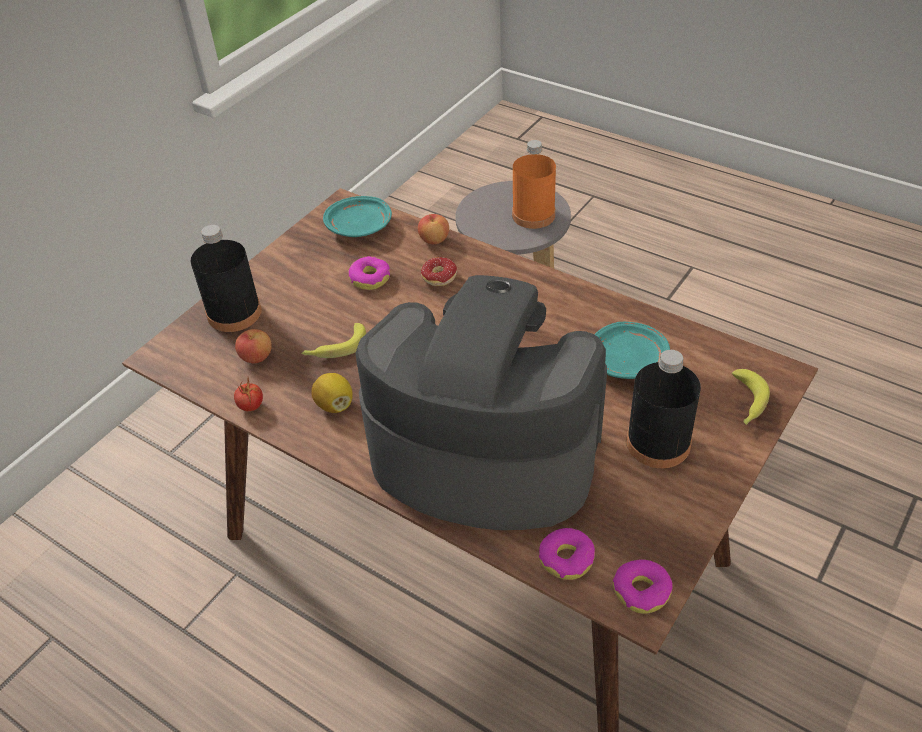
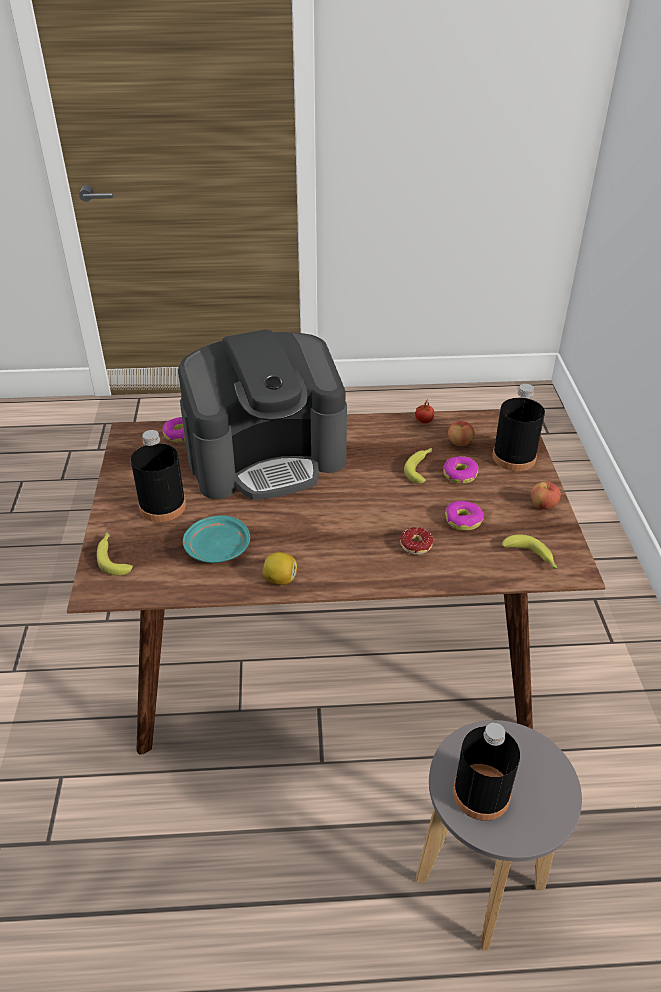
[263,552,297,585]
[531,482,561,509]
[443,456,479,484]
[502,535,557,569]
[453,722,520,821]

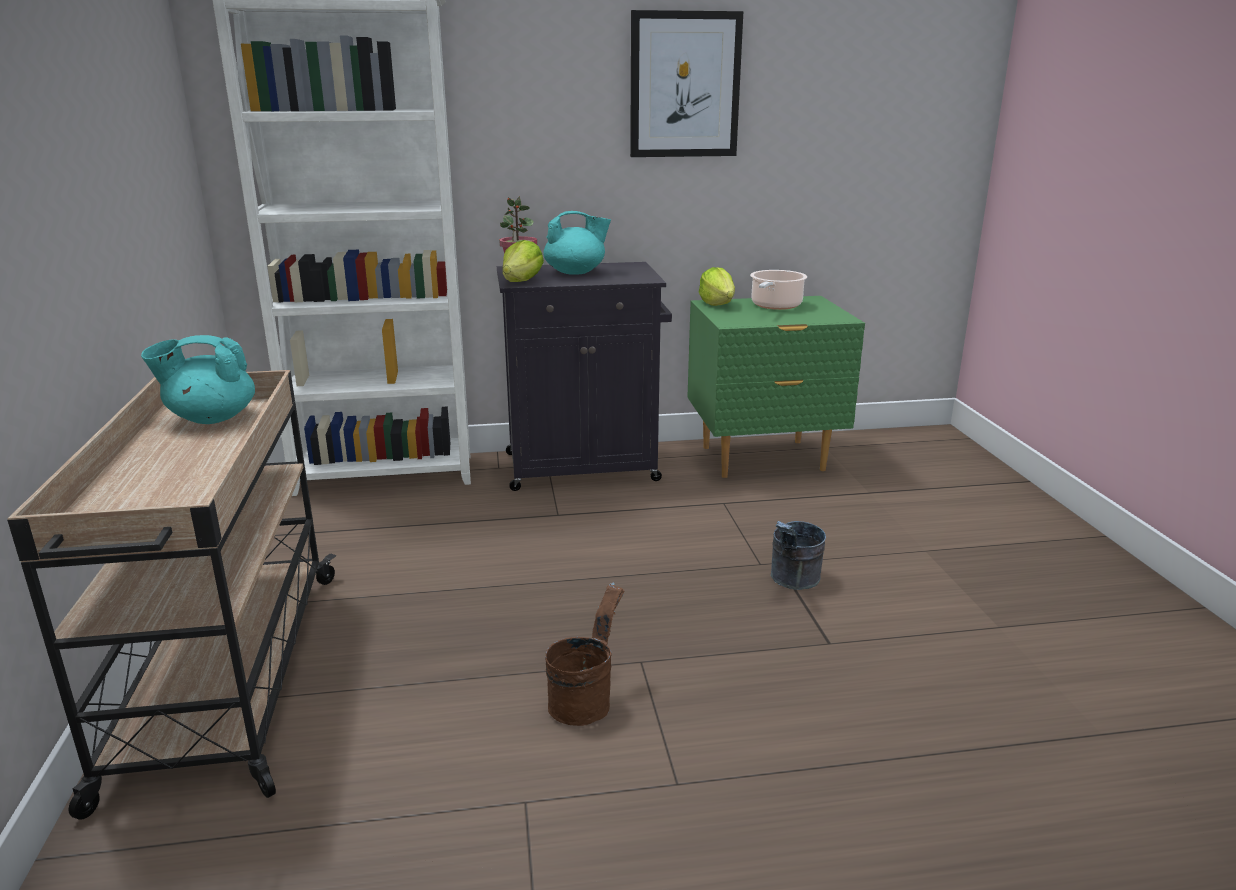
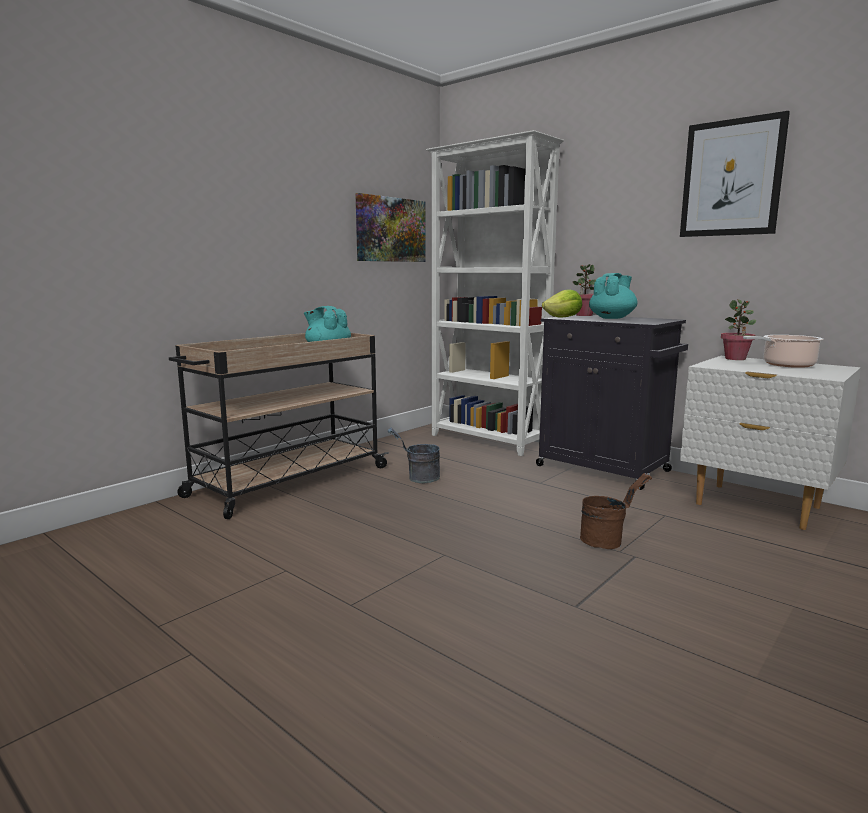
[355,193,426,262]
[580,473,652,549]
[388,428,440,483]
[721,299,756,360]
[680,356,861,530]
[589,273,637,319]

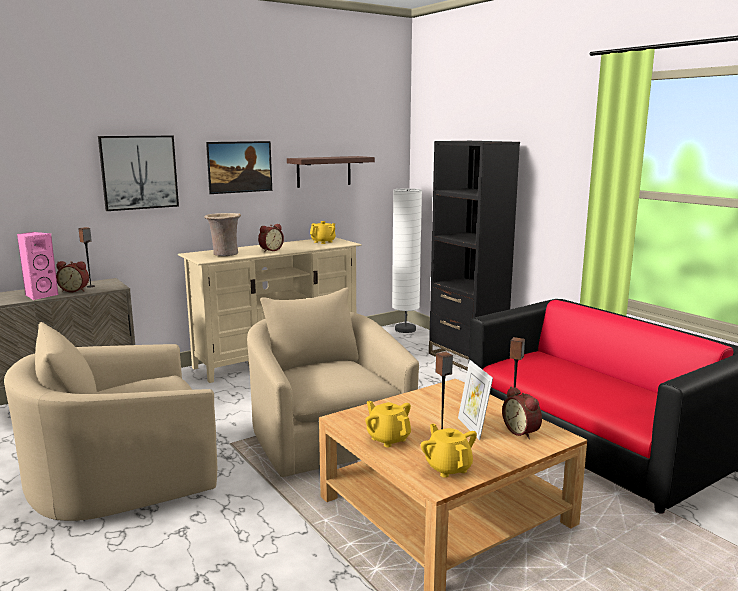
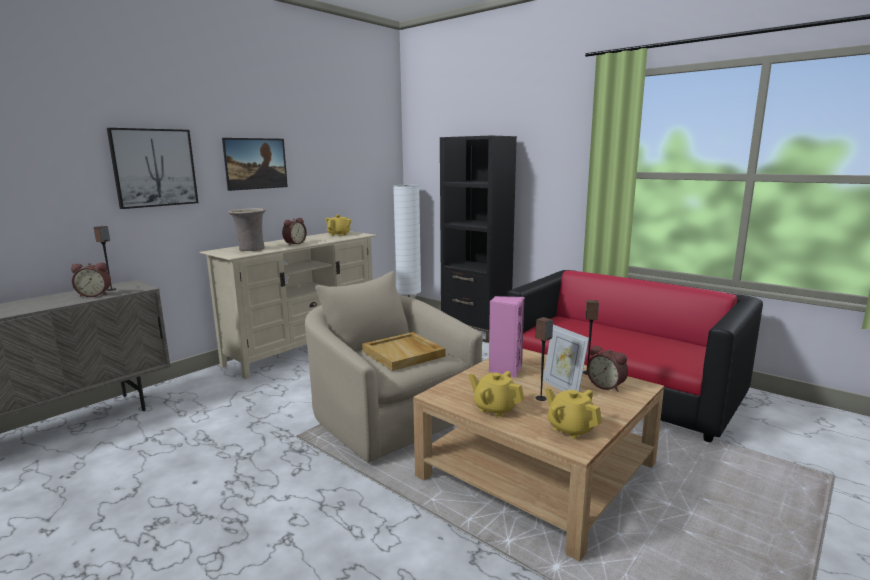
[4,322,217,521] (first image)
[287,156,375,188] (first image)
[362,332,445,371]
[489,296,524,378]

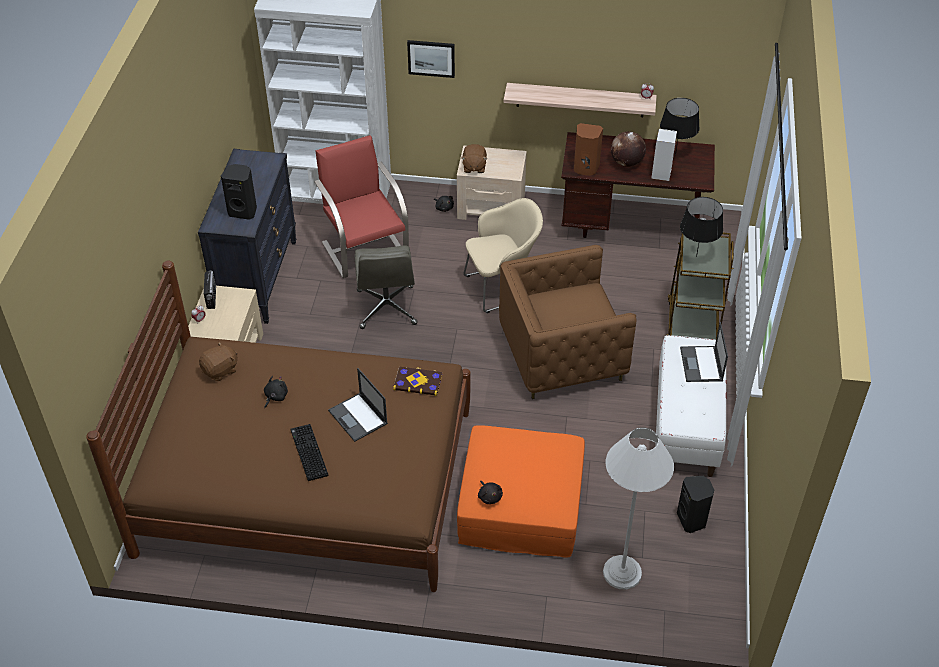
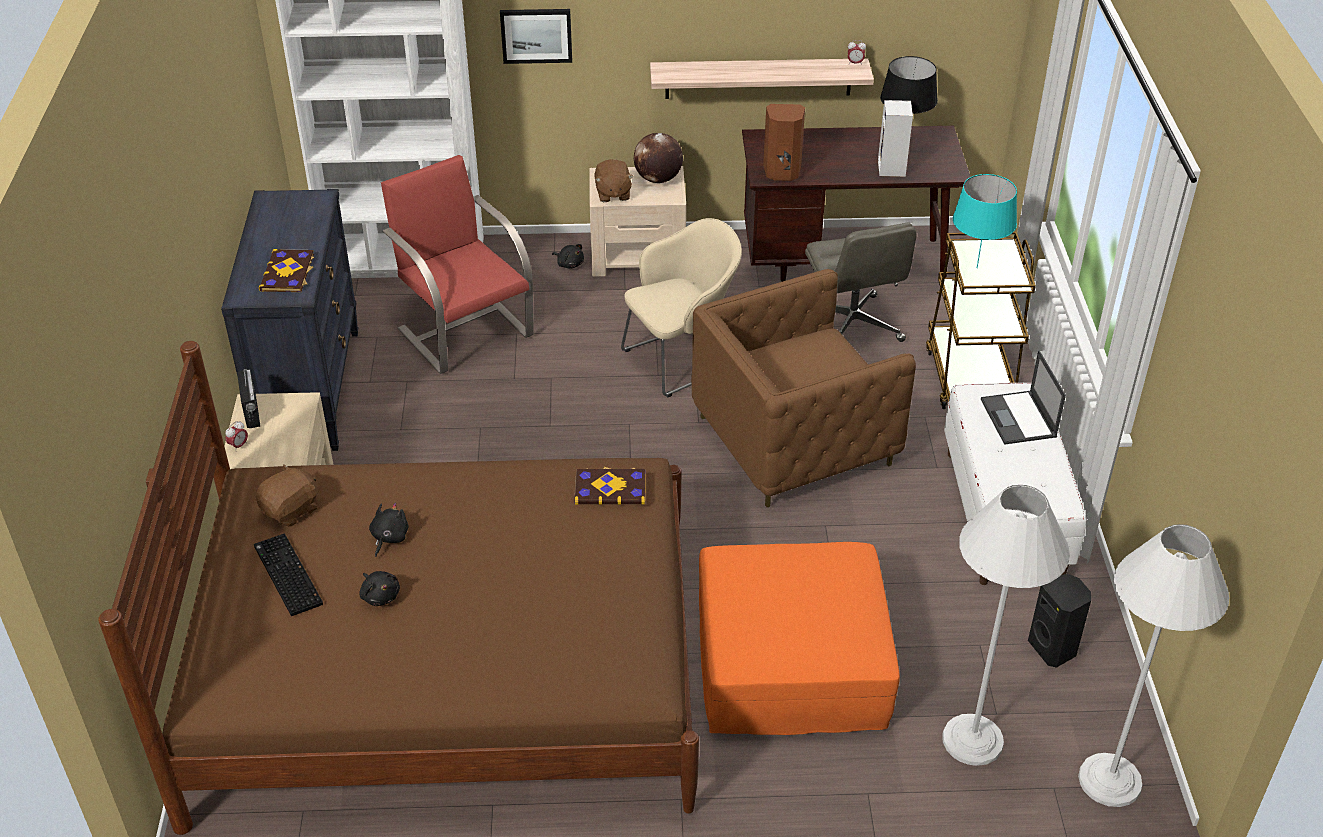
[328,368,388,442] (first image)
[1078,524,1229,807]
[254,534,323,616]
[805,223,917,342]
[359,571,400,606]
[634,133,683,183]
[259,249,314,292]
[953,174,1017,268]

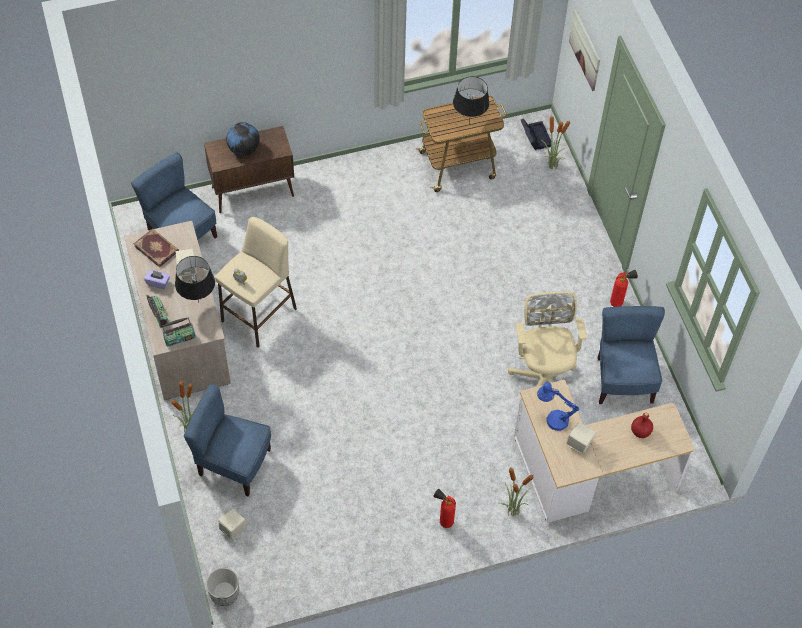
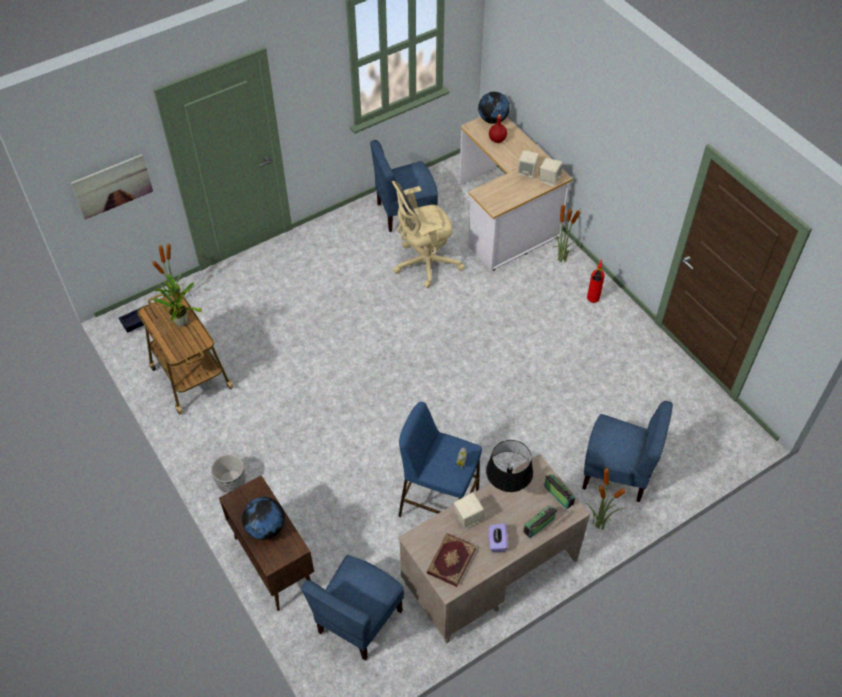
[537,382,580,431] (first image)
[610,270,638,307] (first image)
[478,92,510,124]
[211,454,245,493]
[539,158,562,187]
[153,275,202,327]
[398,402,482,517]
[582,401,673,502]

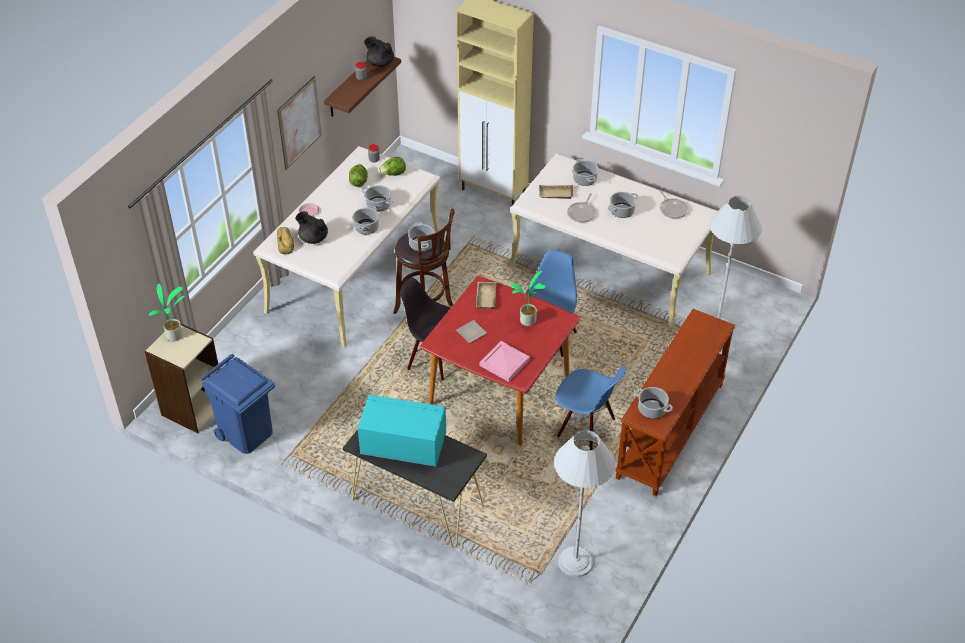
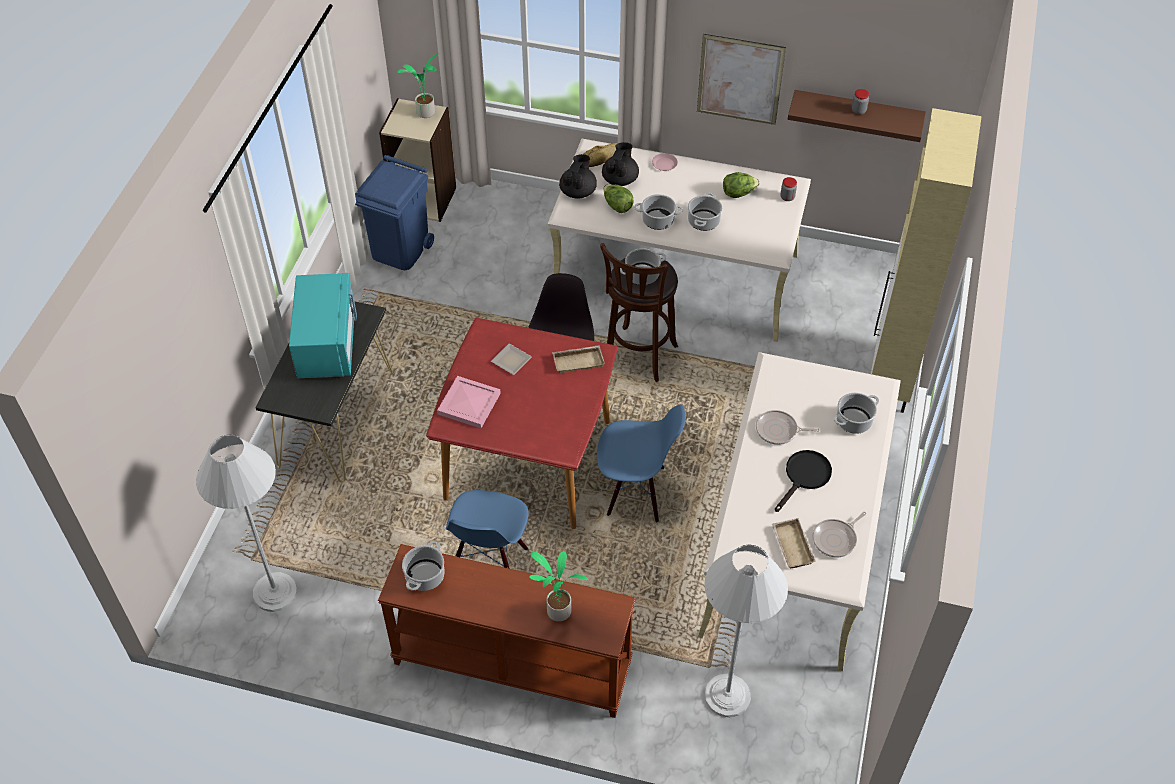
[559,154,597,198]
[604,184,634,213]
[529,551,588,622]
[772,518,816,568]
[775,450,832,512]

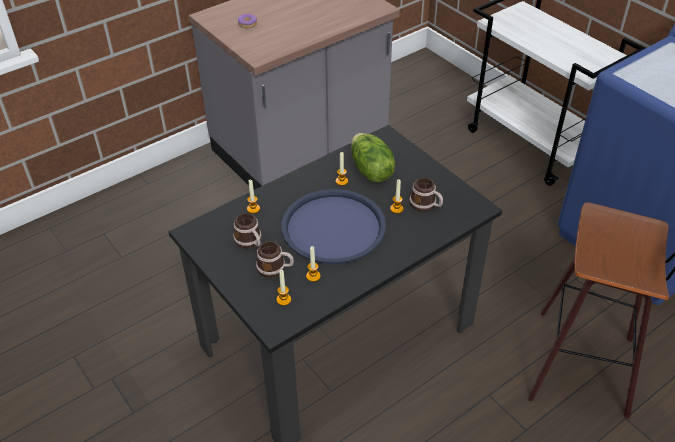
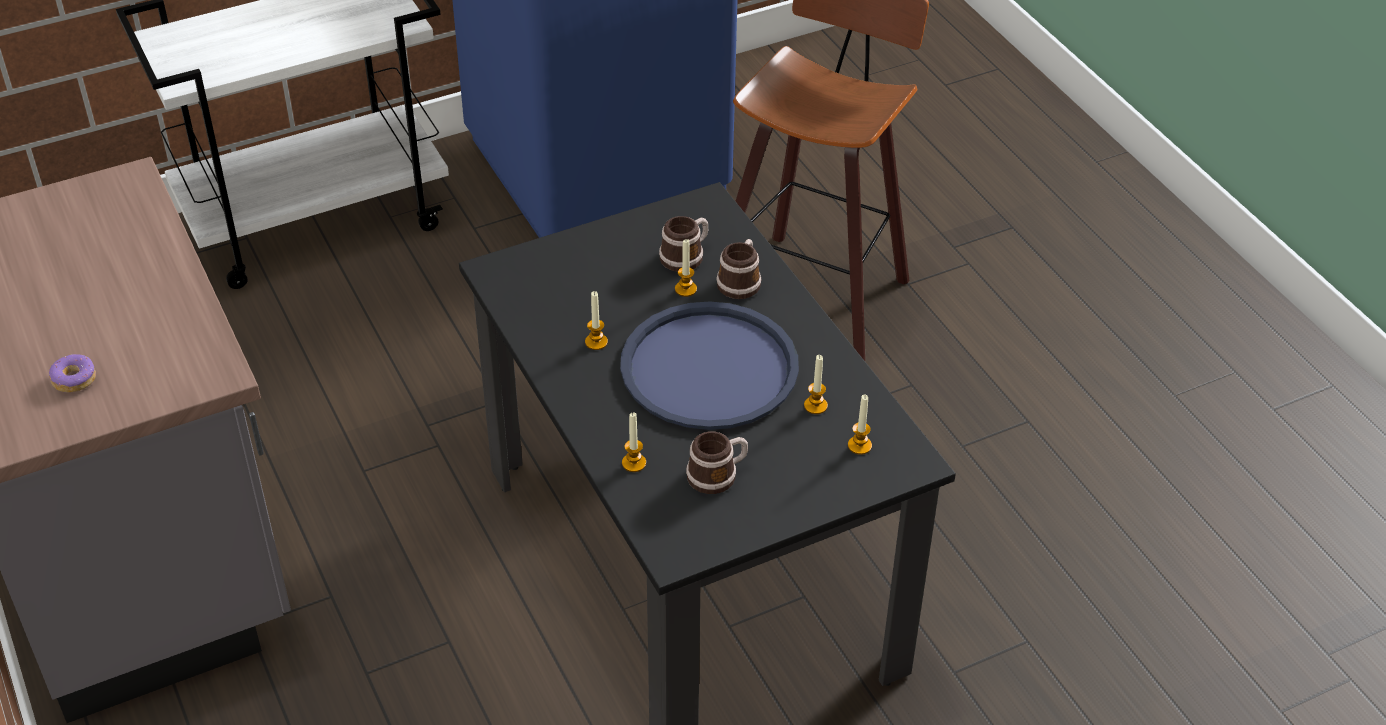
[351,133,395,182] (first image)
[716,239,762,299]

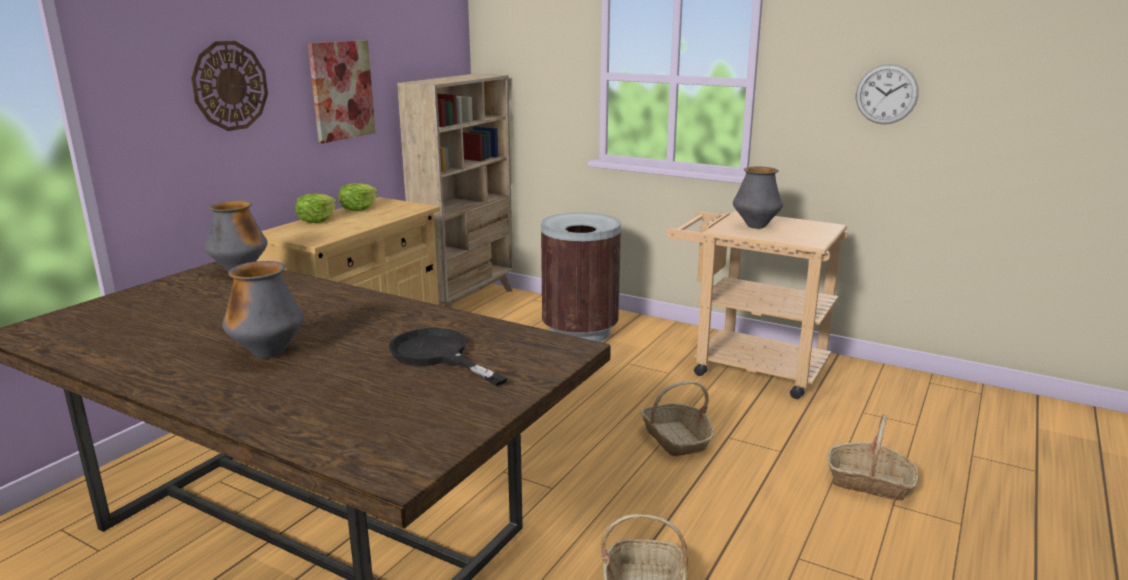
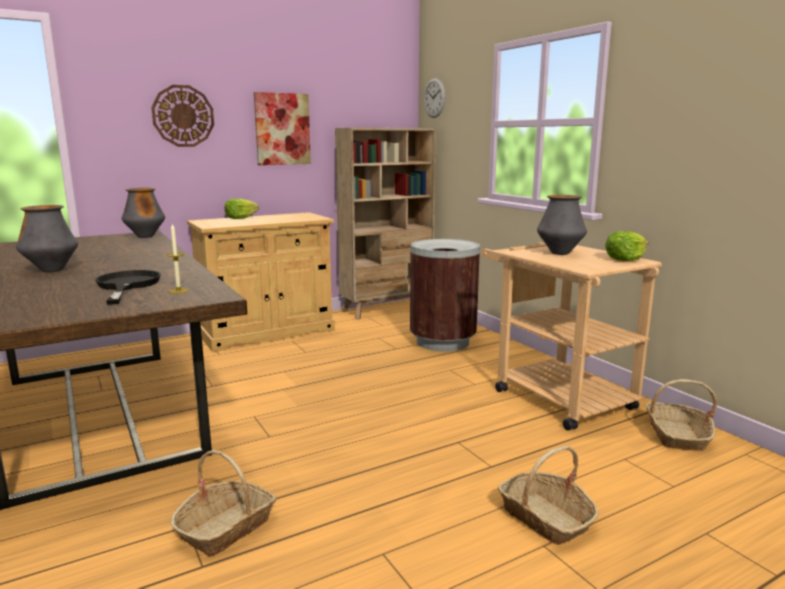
[167,224,188,294]
[605,231,648,261]
[645,379,717,451]
[424,78,445,118]

